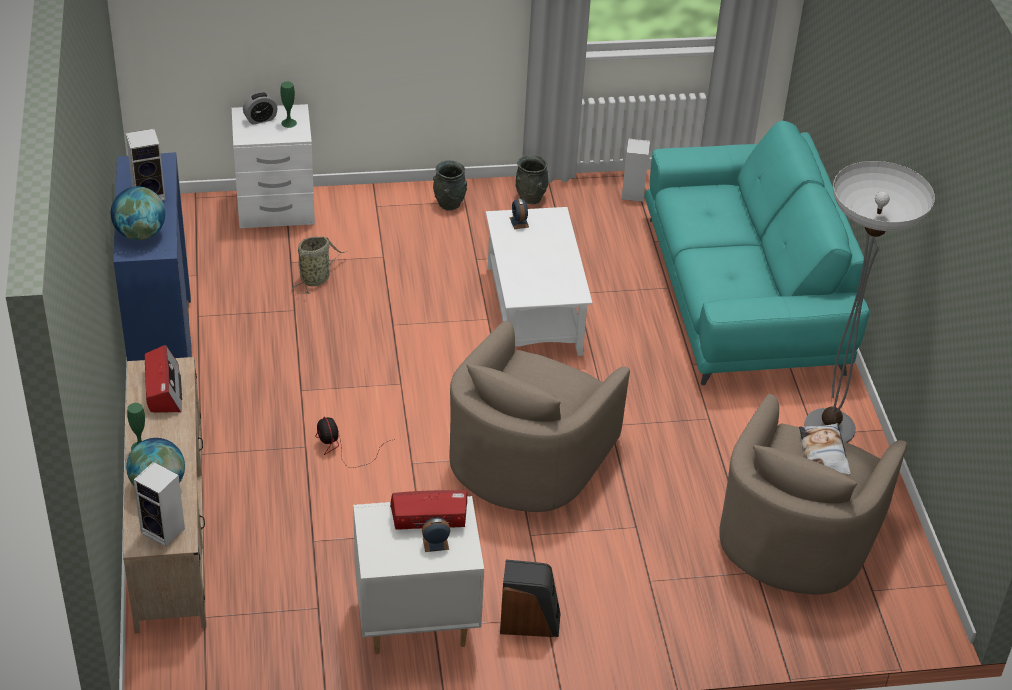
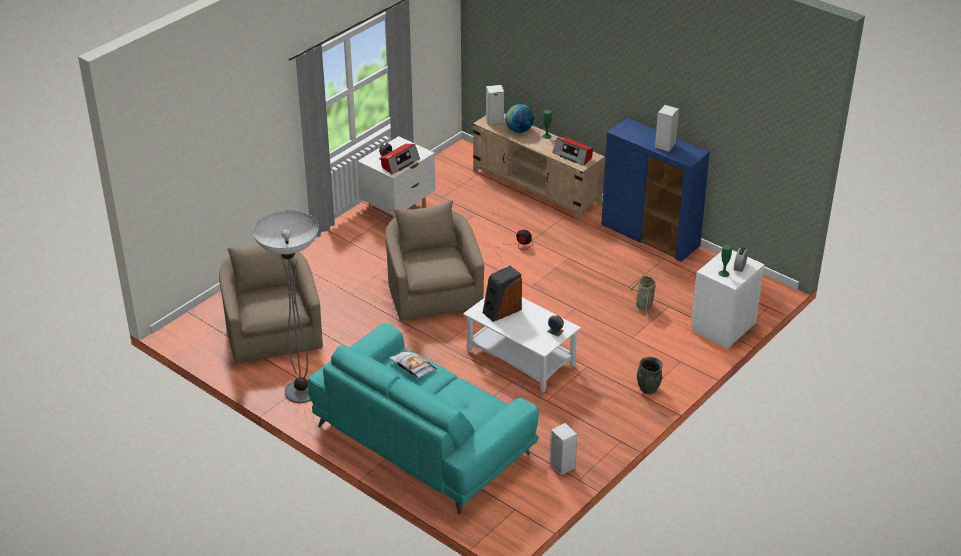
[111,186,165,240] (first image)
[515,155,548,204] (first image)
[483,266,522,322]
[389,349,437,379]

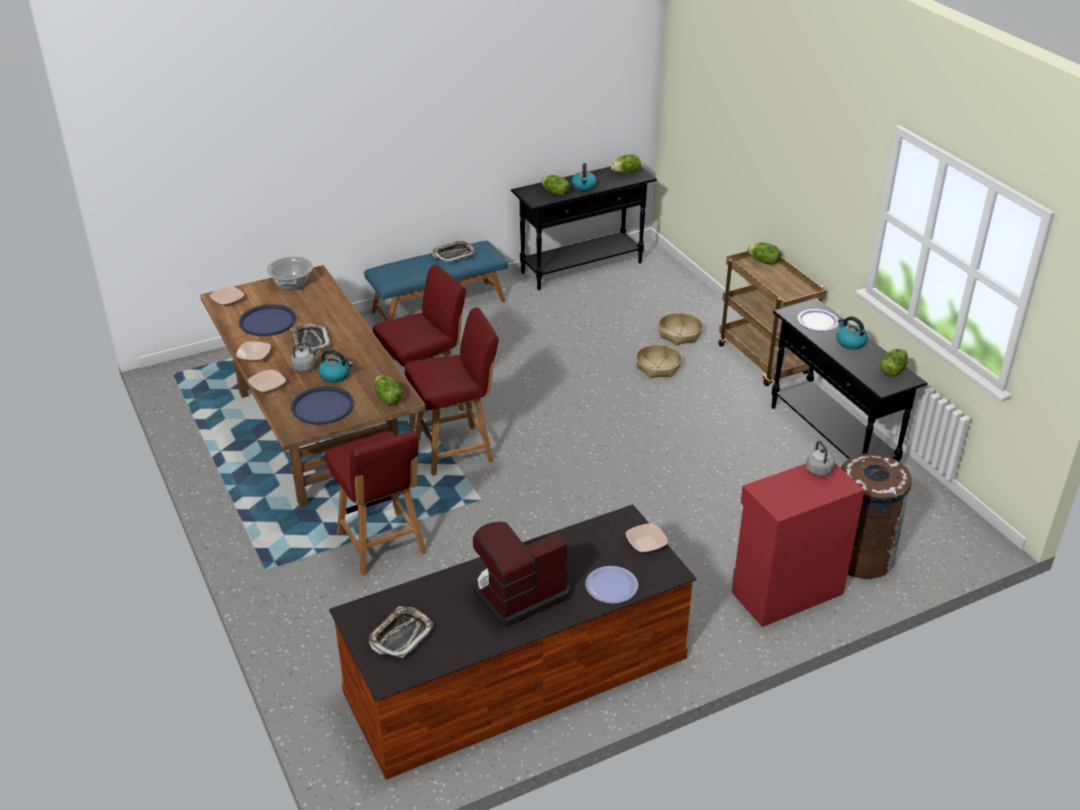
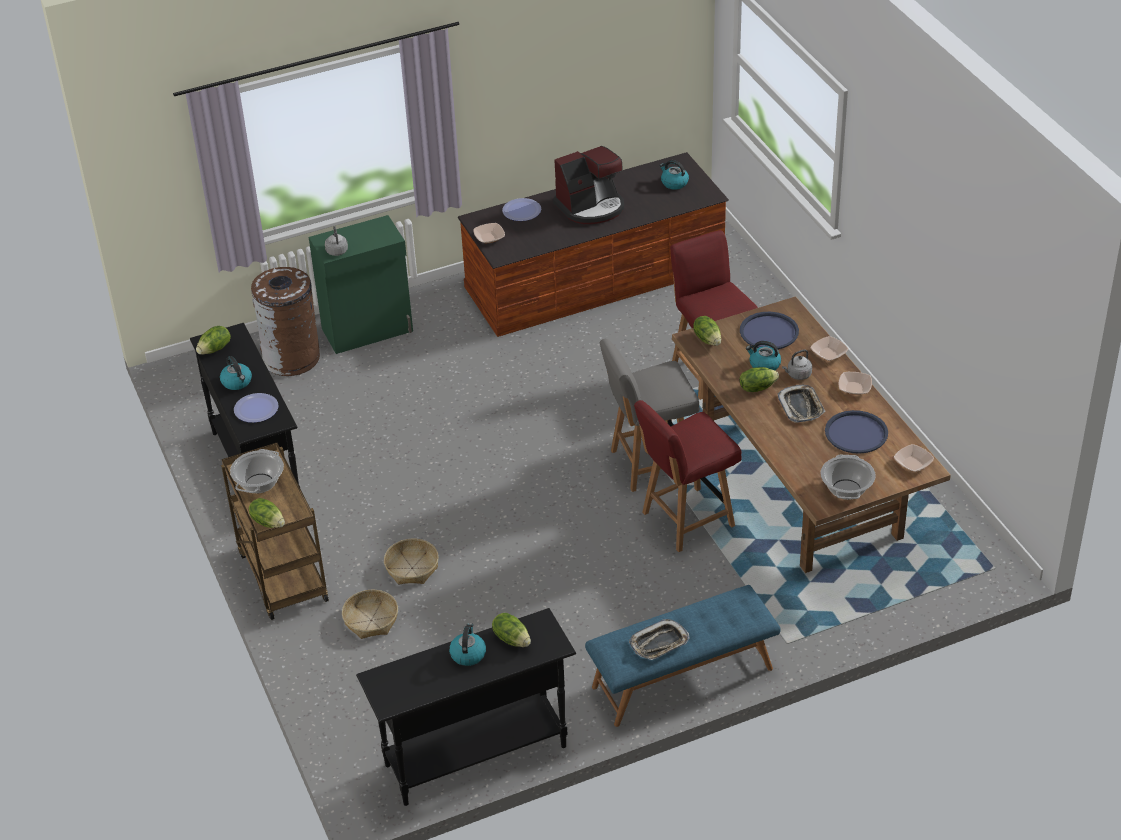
[230,449,284,493]
[740,367,779,392]
[659,160,689,190]
[600,339,700,492]
[309,215,413,354]

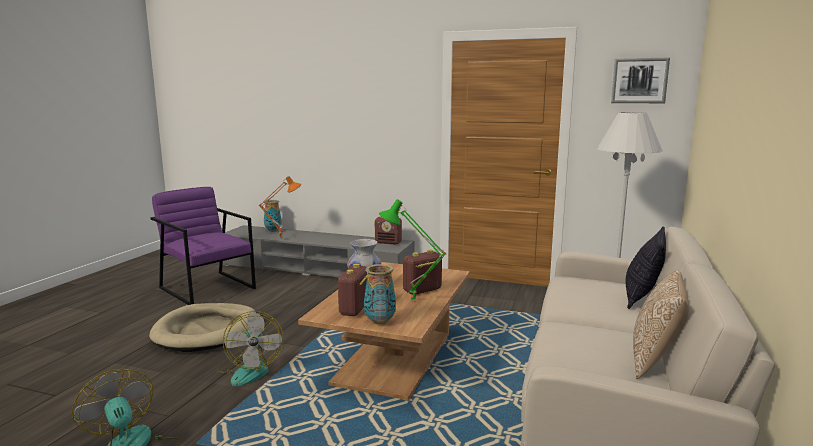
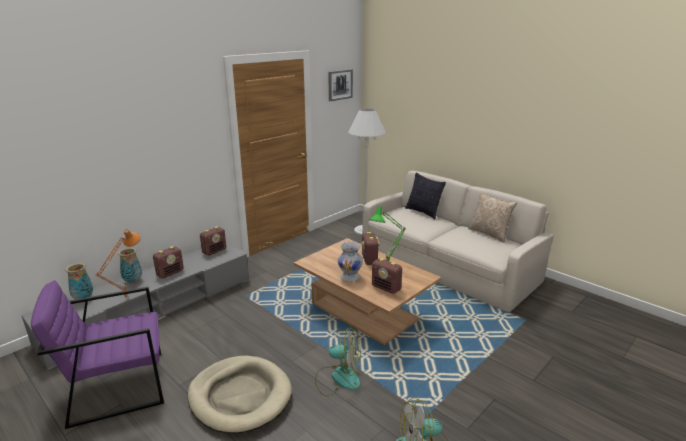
[153,246,184,279]
[118,248,142,284]

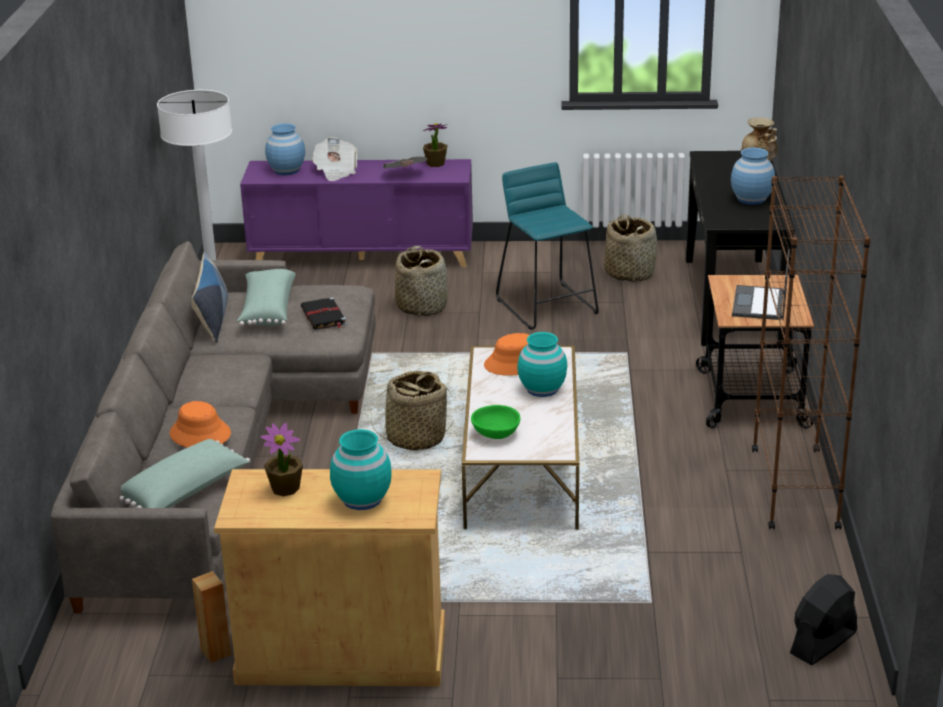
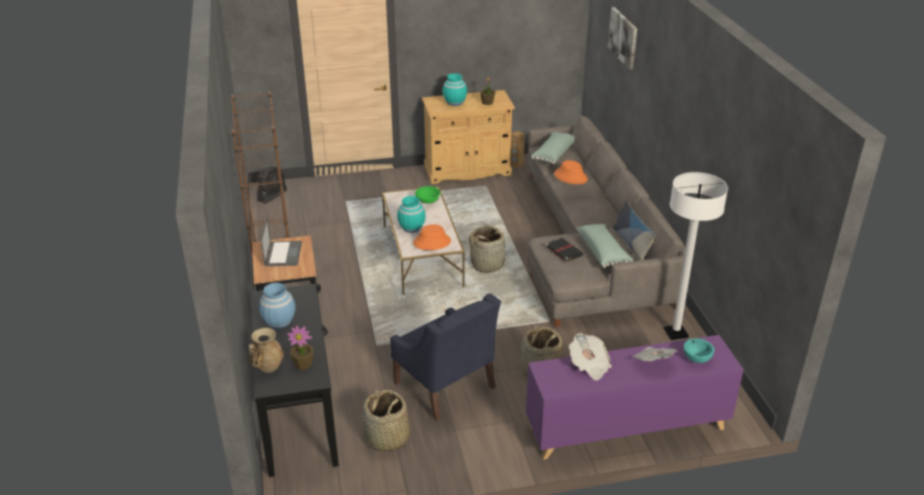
[608,7,637,70]
[287,326,313,370]
[684,338,715,363]
[390,293,501,421]

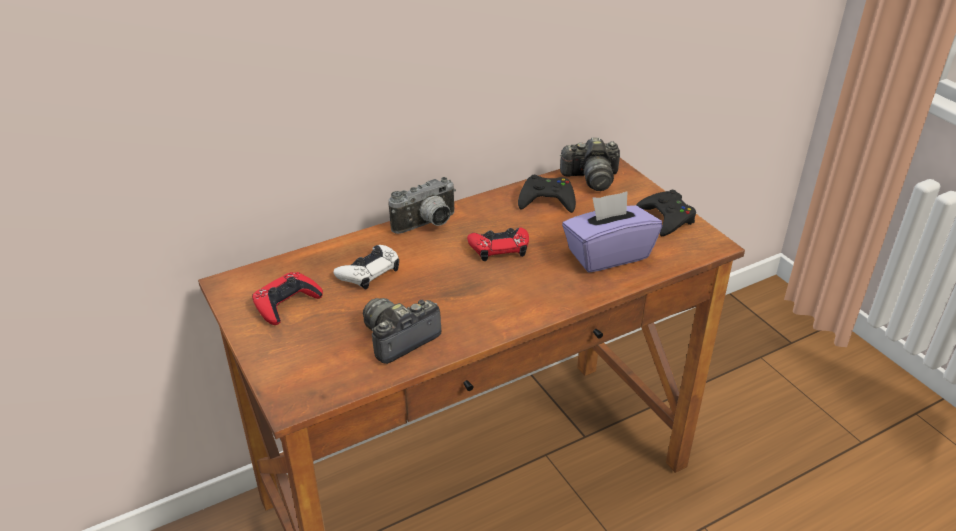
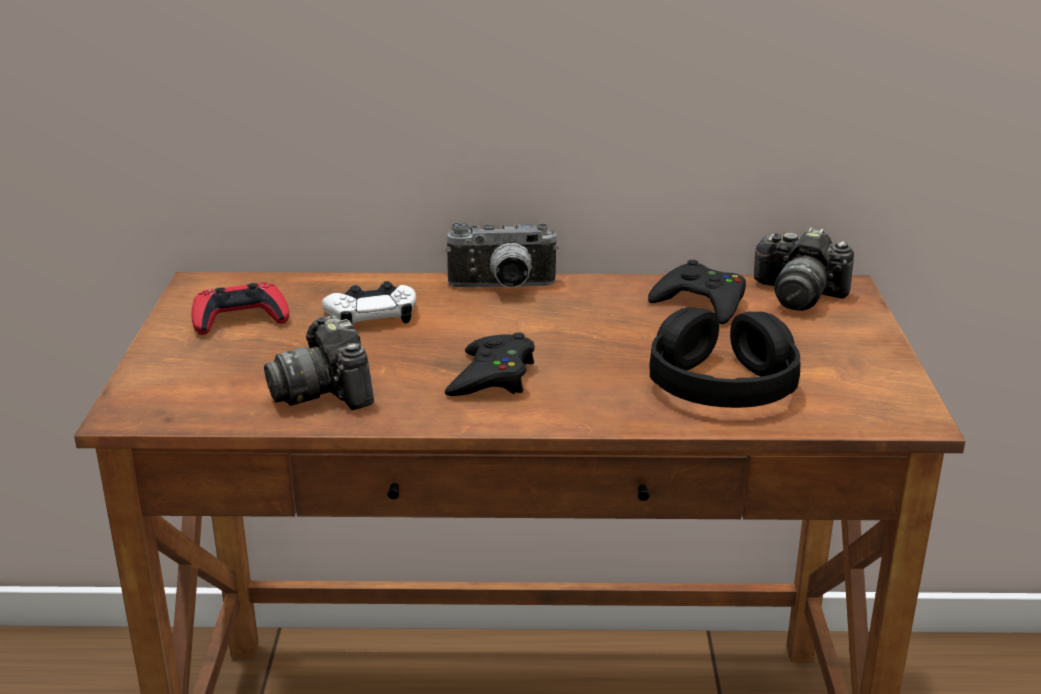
[467,227,529,261] (first image)
[445,332,535,396]
[649,307,800,408]
[264,315,374,410]

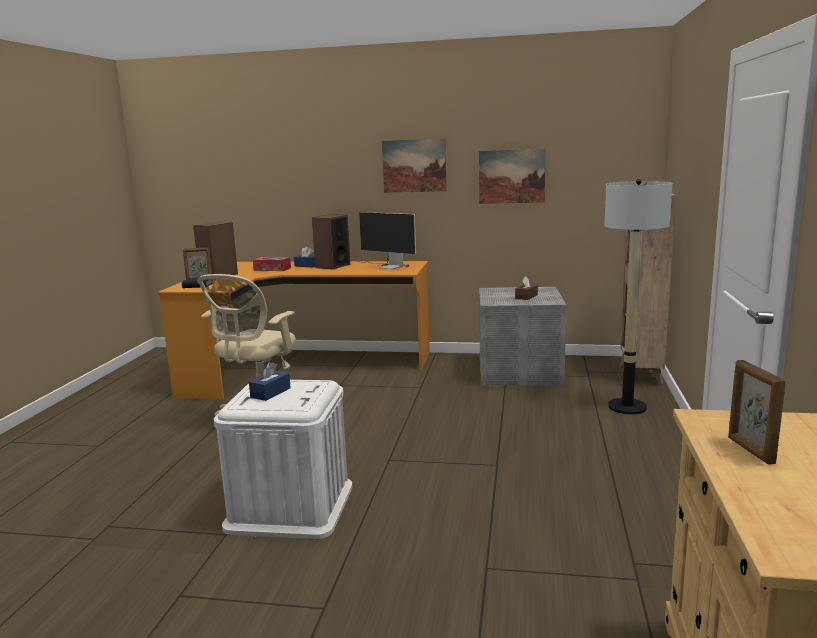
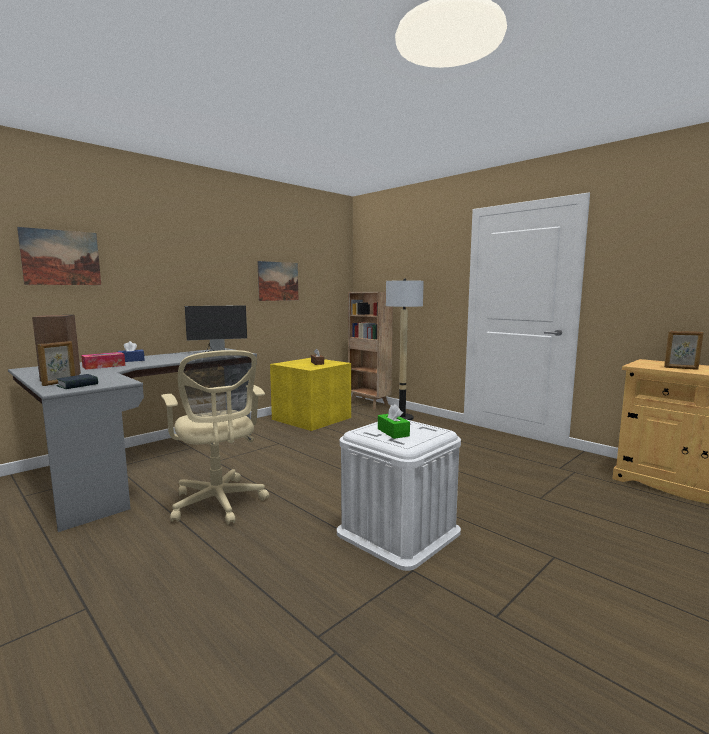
[312,214,350,270] (first image)
[17,227,101,285]
[8,348,257,532]
[378,404,410,439]
[270,358,351,431]

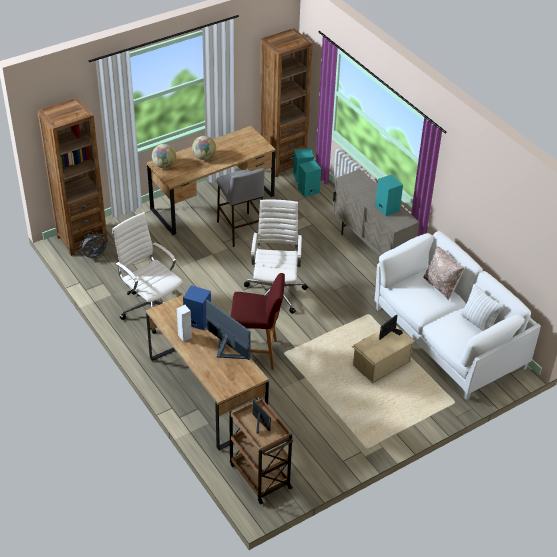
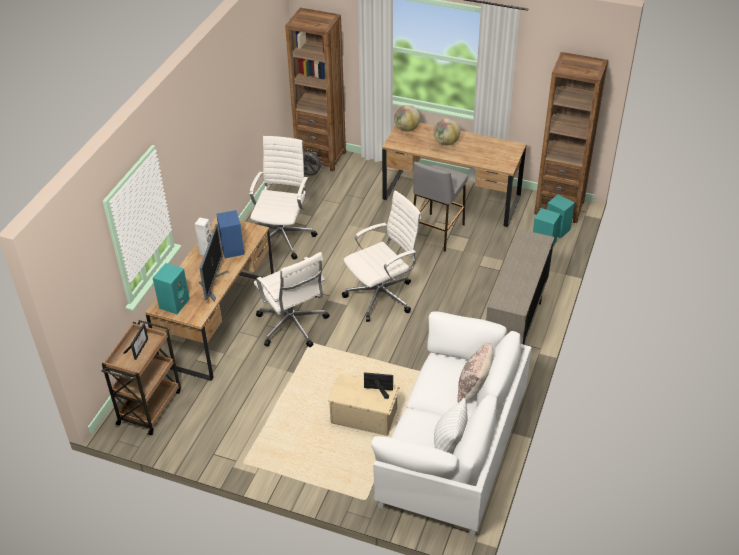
[153,263,190,314]
[254,252,330,347]

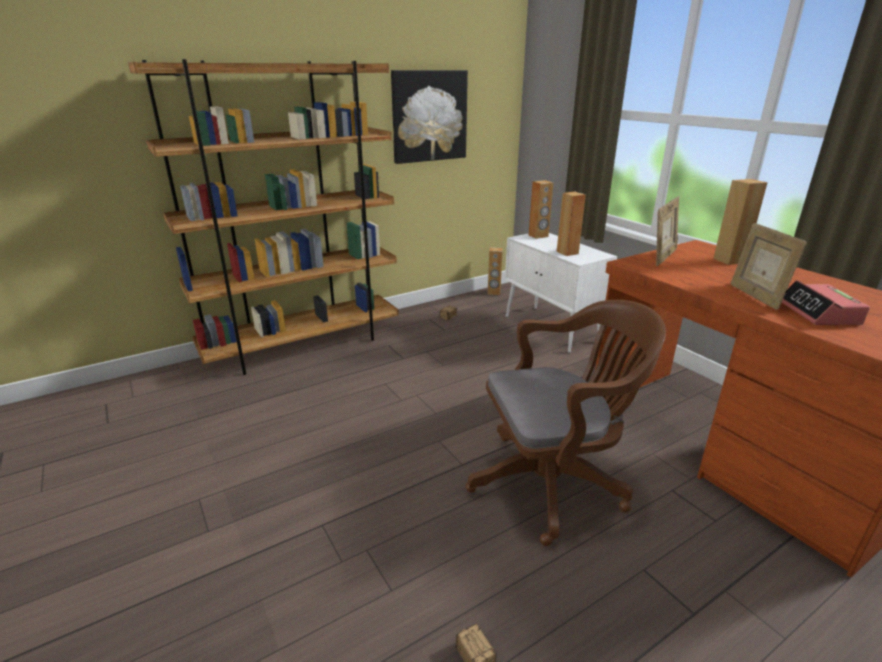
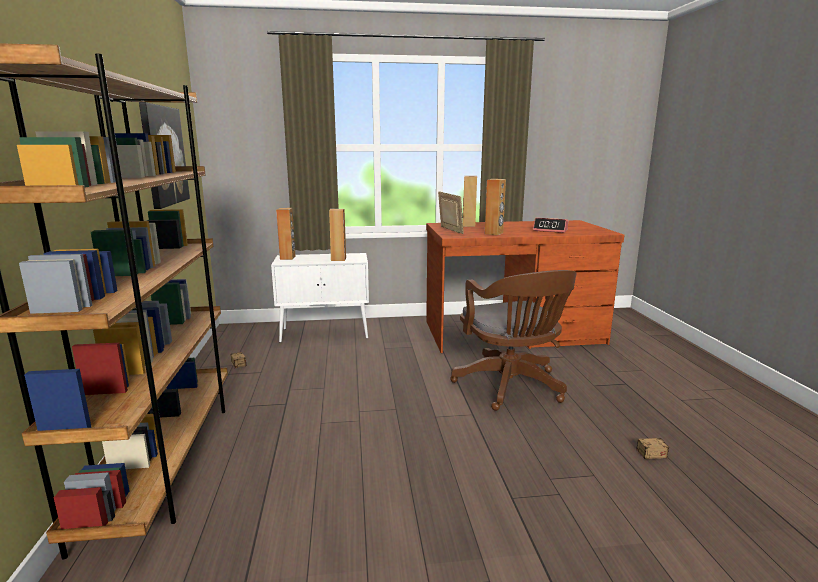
[731,223,807,310] (first image)
[485,179,506,235]
[450,270,577,411]

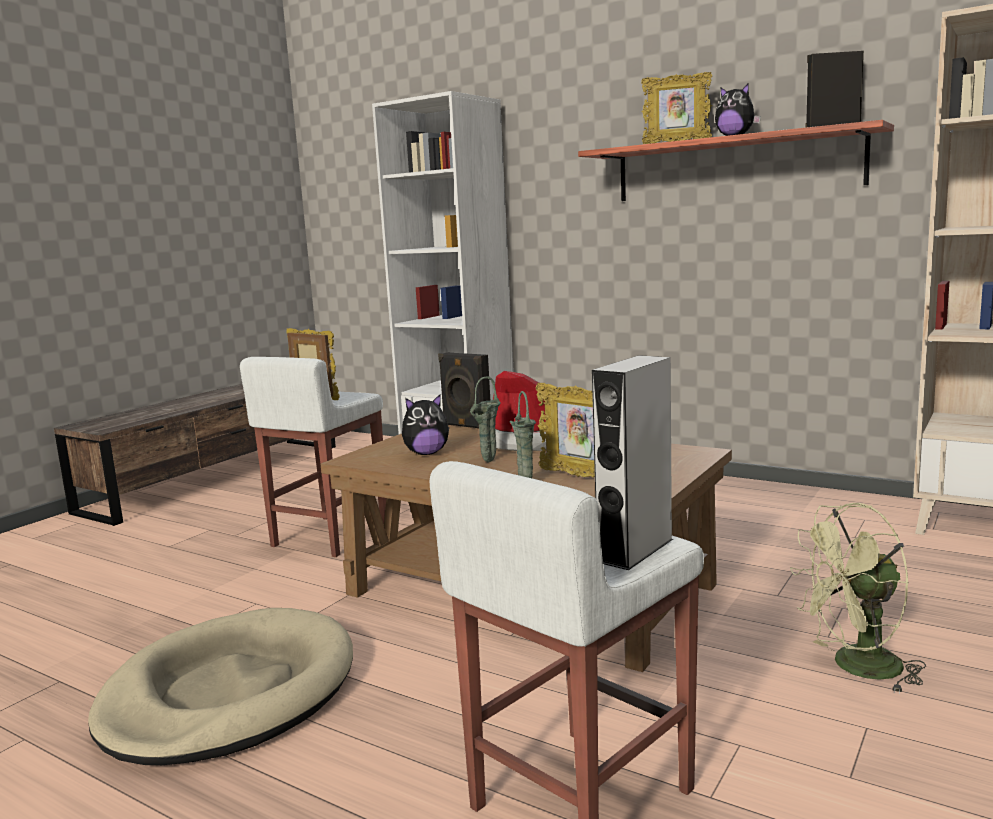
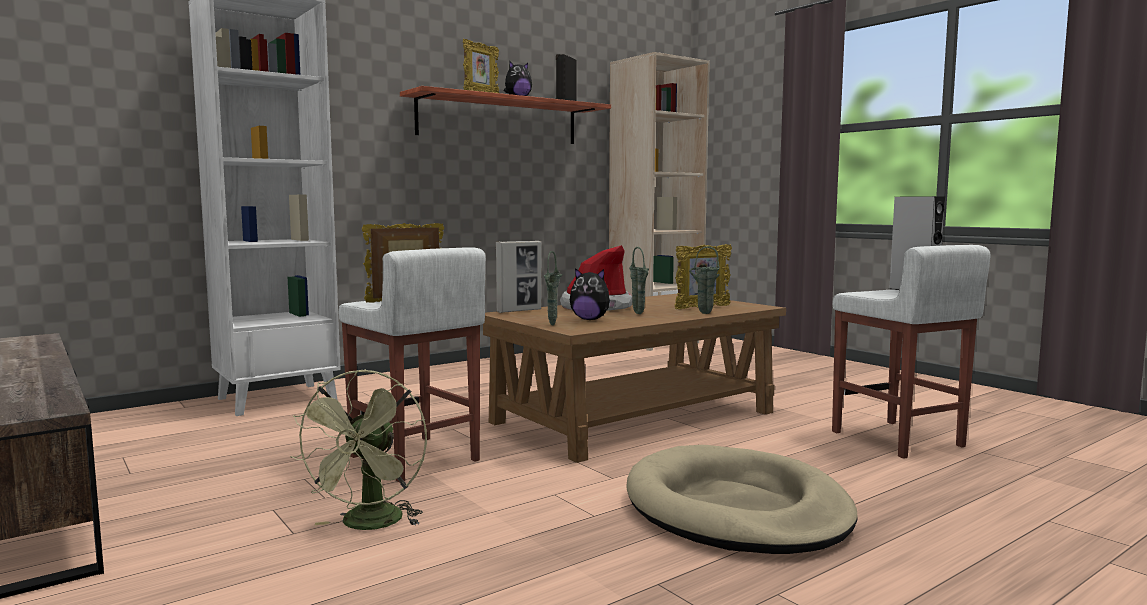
[544,251,562,325]
[290,369,427,530]
[496,241,541,313]
[570,268,616,320]

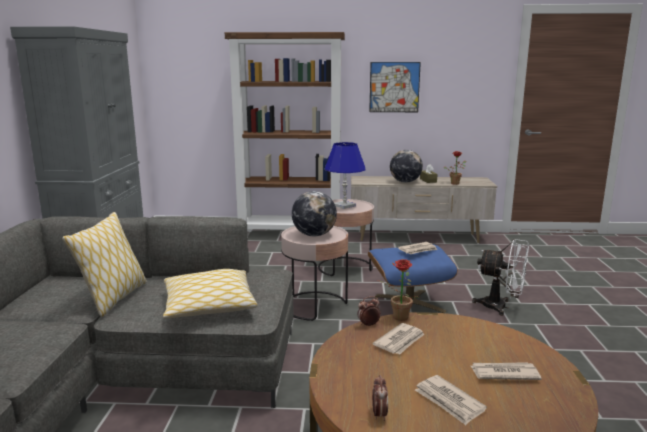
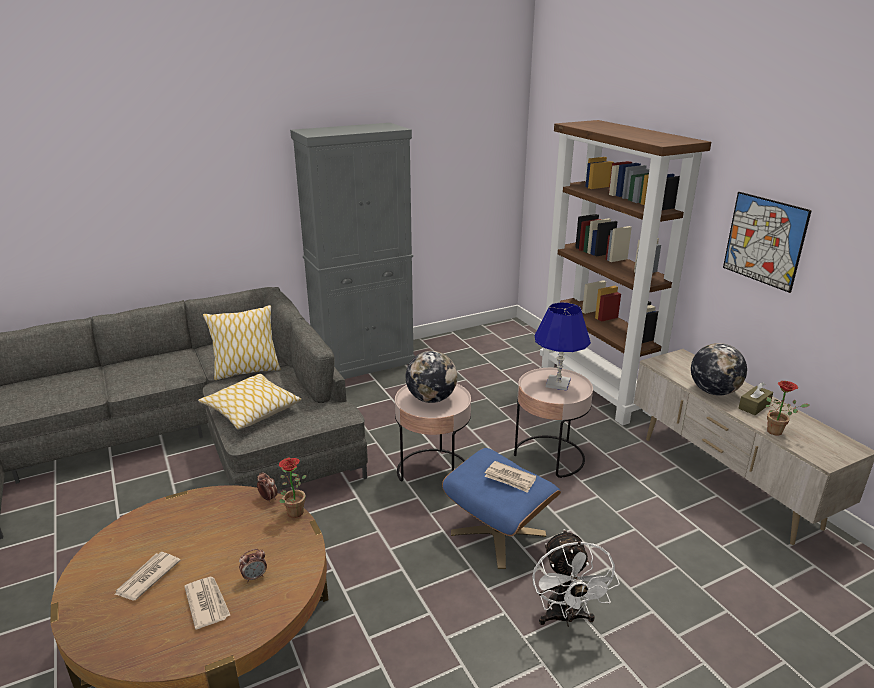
[373,323,425,354] (first image)
[239,549,267,582]

